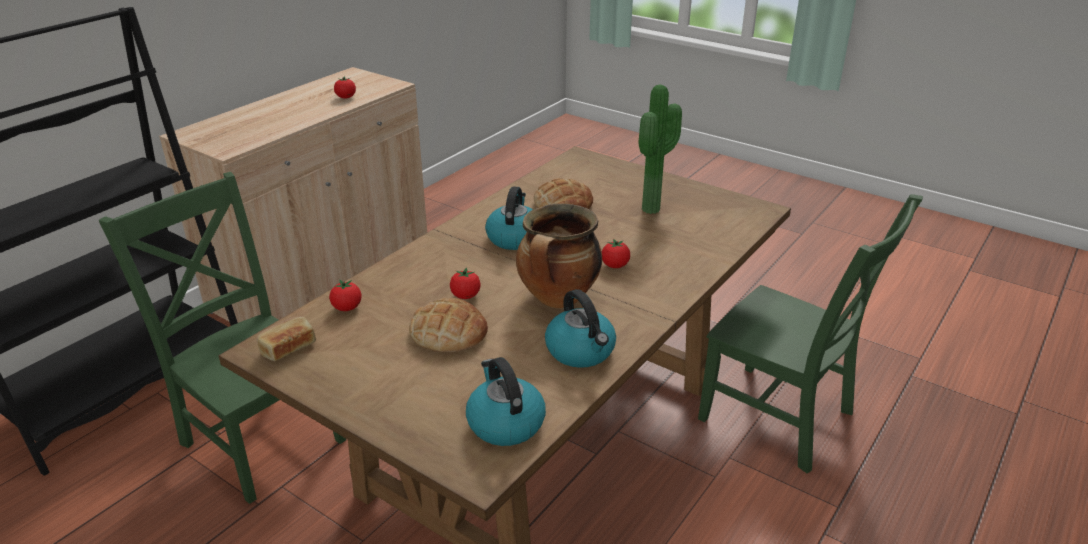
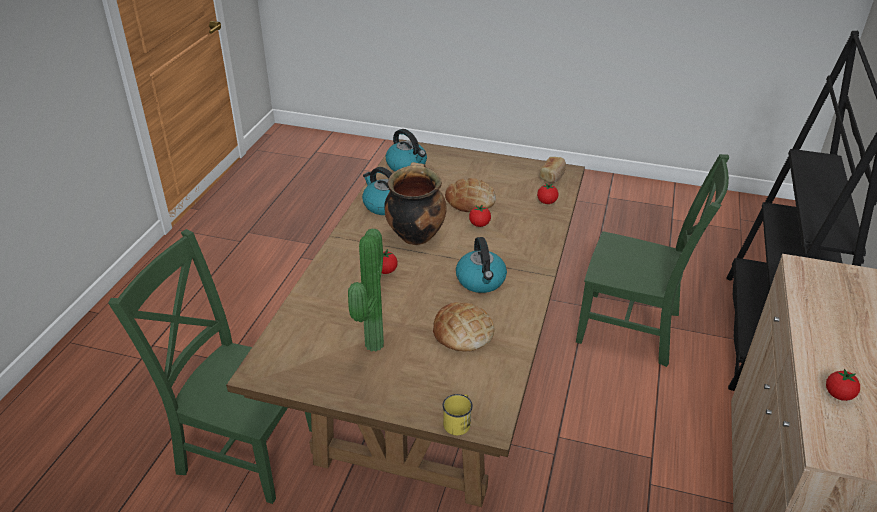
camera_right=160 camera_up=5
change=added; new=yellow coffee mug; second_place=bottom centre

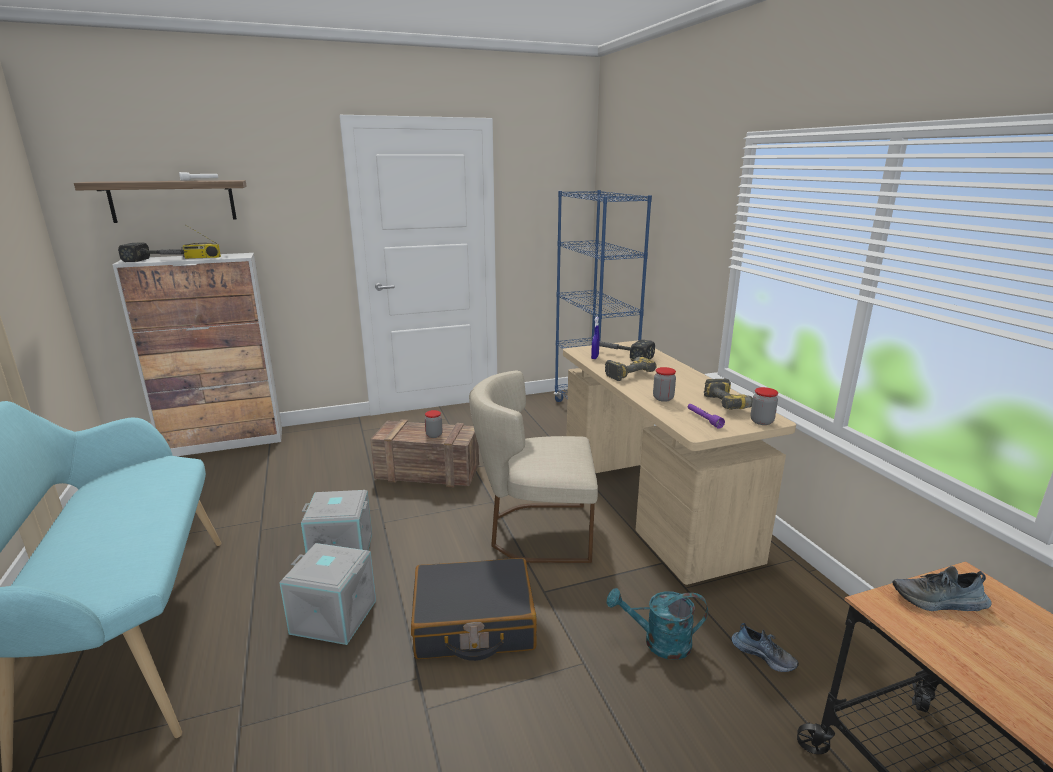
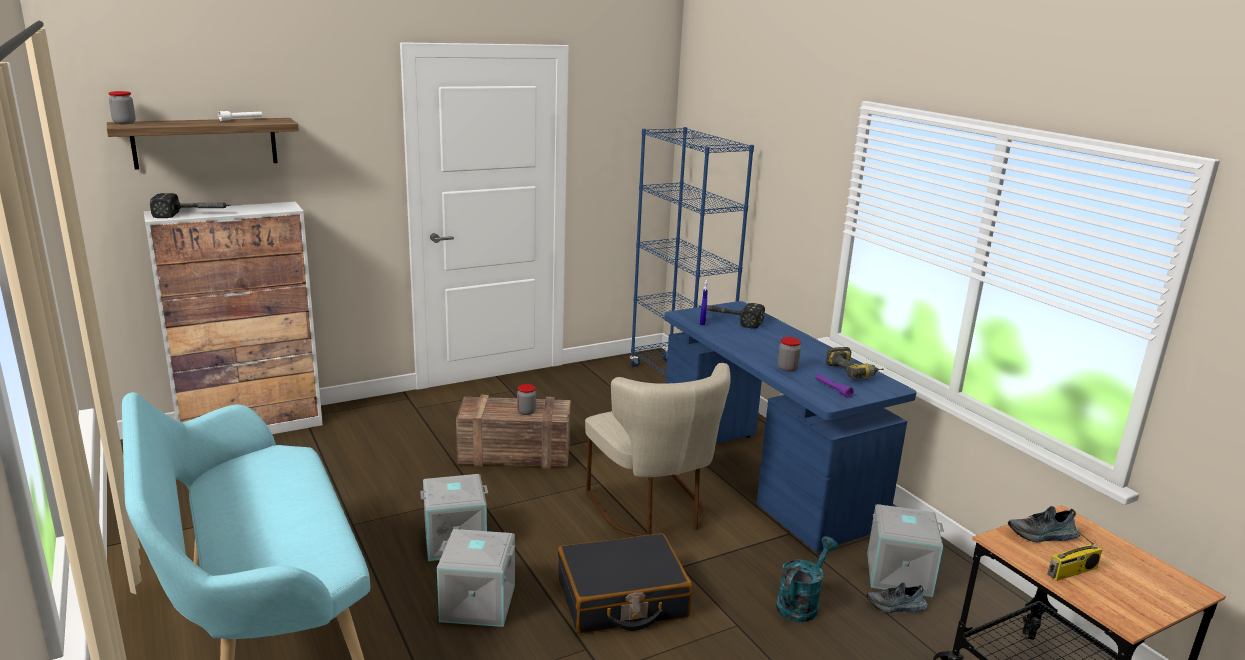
camera_right=-10 camera_up=0
change=moved; old=preserve jar (3rd from left in the first image); new=preserve jar (1st from left); first_place=middle right; second_place=top left
change=turned; old=beige-coloured plain chair; first_place=centre; second_place=bottom centre; degrees=-105
change=recoloured; old=beige-coloured desk unit; new=bluish desk unit; first_place=centre; second_place=centre
change=turned; old=turquoise watering pot; first_place=bottom centre; second_place=bottom centre; degrees=135
change=added; new=grey storage bin (3rd from left); second_place=bottom right
change=turned; old=item of footwear (1st from left); first_place=bottom right; second_place=bottom right; degrees=150
change=moved; old=radio receiver; first_place=top left; second_place=bottom right
change=removed; old=drill (1st from left); first_place=centre

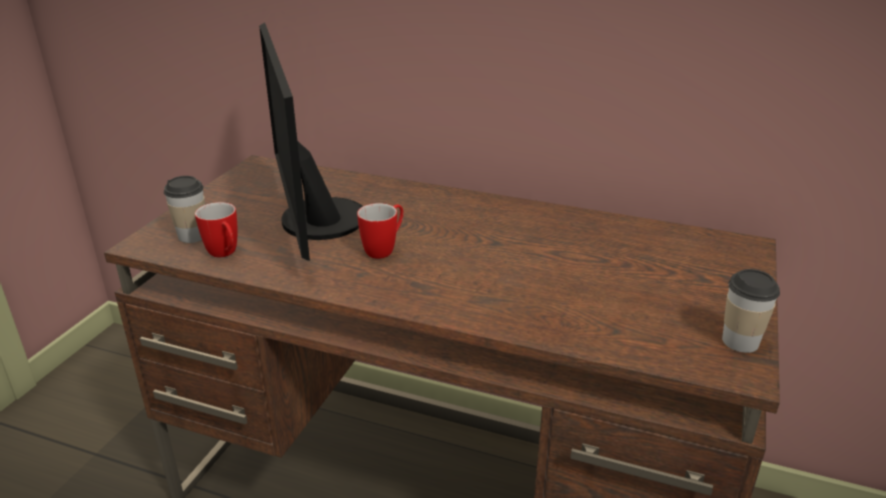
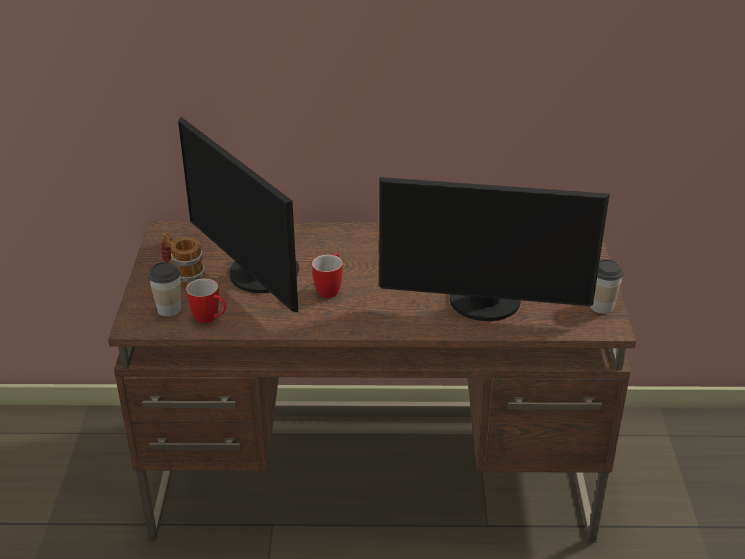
camera_right=-20 camera_up=5
change=added; new=coffee mug (1st from left); second_place=middle left
change=added; new=monitor (2nd from left); second_place=centre

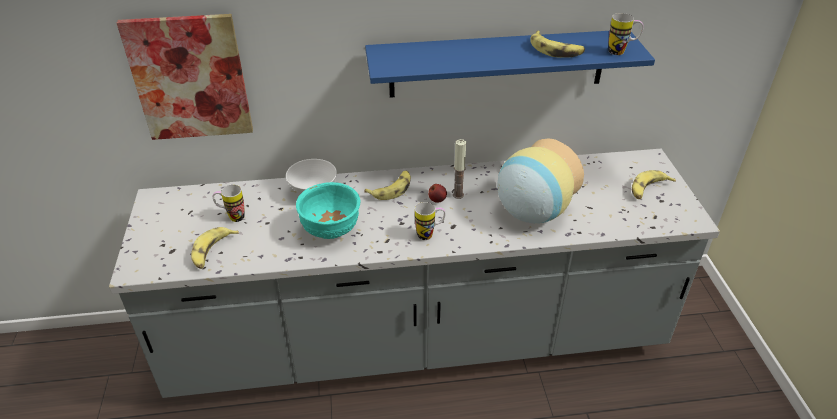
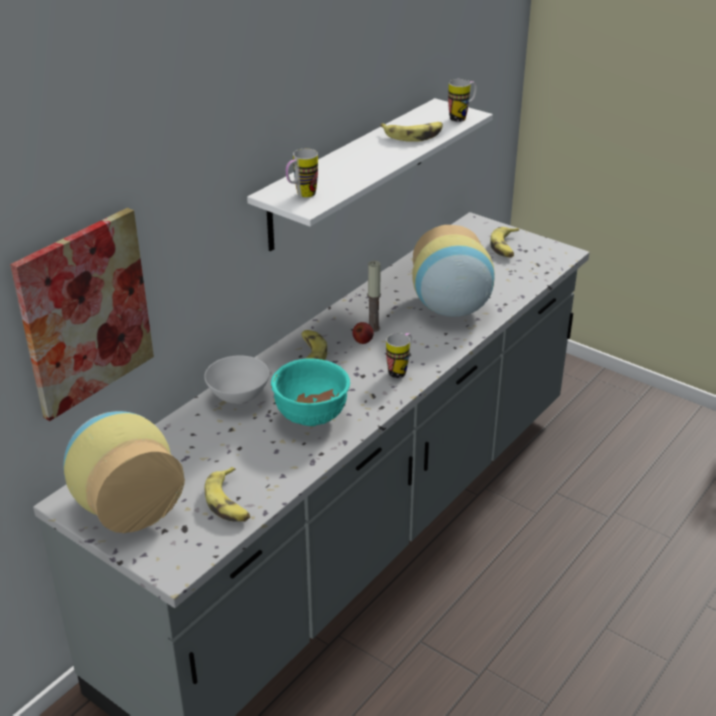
camera_right=-45 camera_up=-5
change=added; new=flower vase (1st from left); second_place=middle left
change=recoloured; old=bluish shelf; new=white-coloured shelf; first_place=top centre; second_place=top centre
change=moved; old=coffee mug (1st from left); first_place=middle left; second_place=top centre

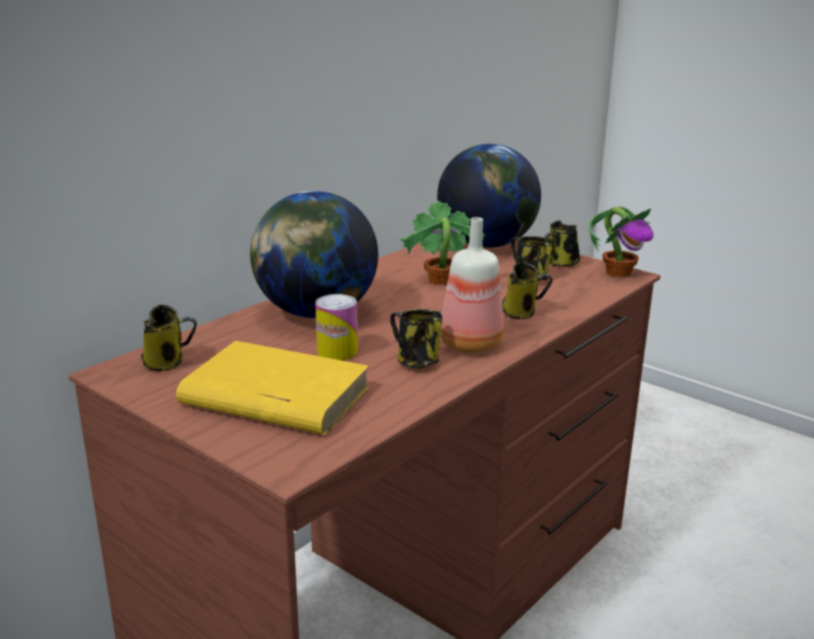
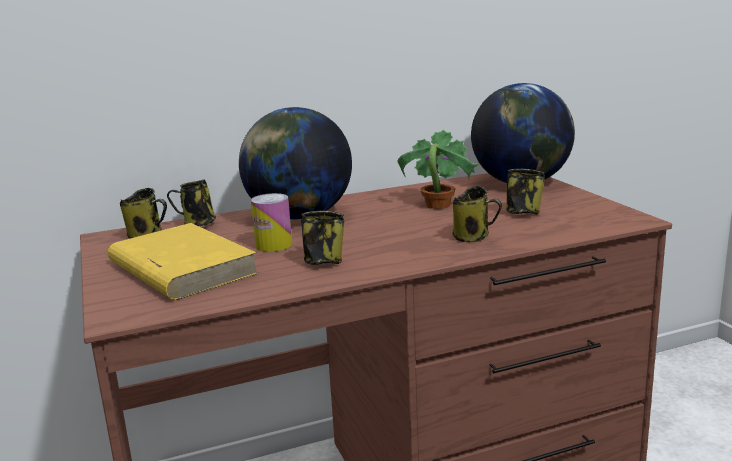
camera_right=30 camera_up=-5
change=moved; old=coffee mug (5th from left in the first image); new=coffee mug (2nd from left); first_place=middle right; second_place=middle left
change=removed; old=drink bottle; first_place=centre
change=removed; old=potted plant (2nd from left); first_place=middle right

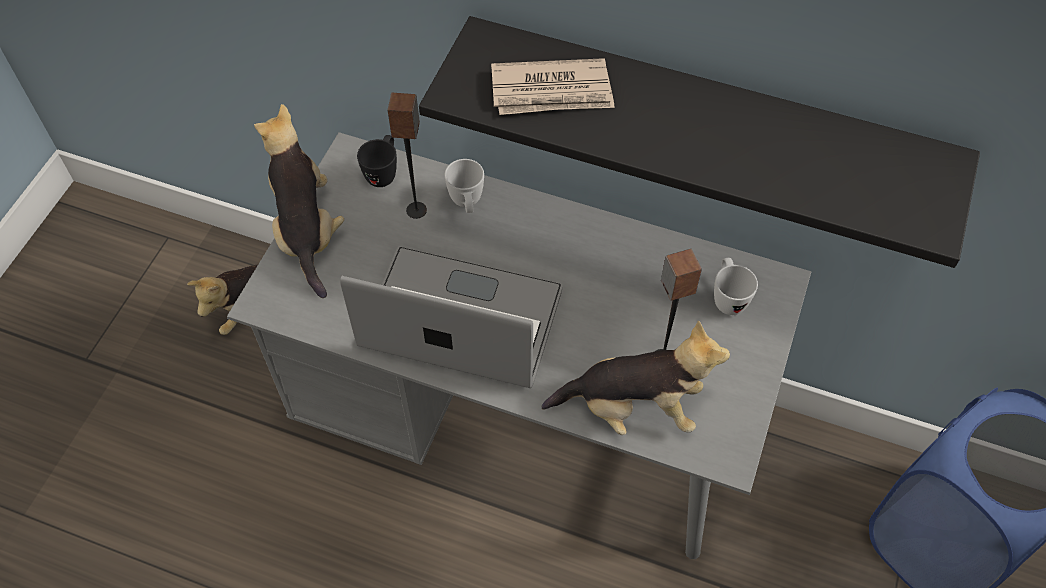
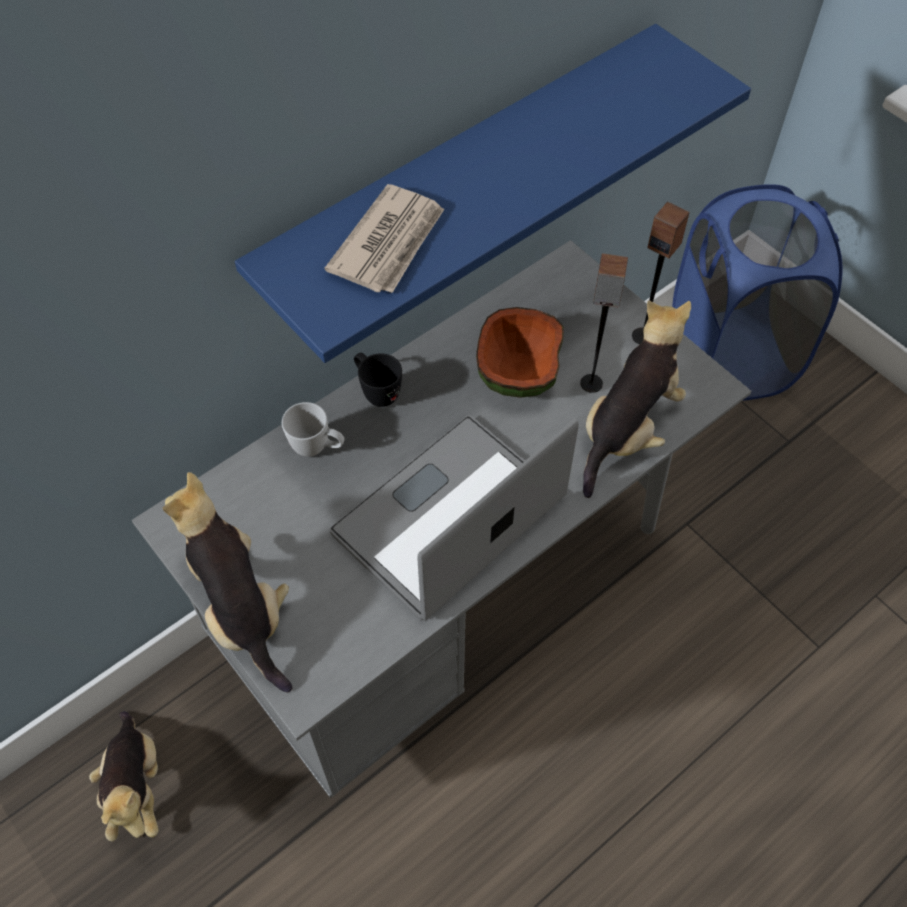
camera_right=-60 camera_up=0
change=turned; old=cuddly toy (2nd from left); first_place=middle left; second_place=middle left; degrees=45
change=recoloured; old=blackish shelf; new=bluish shelf; first_place=top right; second_place=top centre
change=moved; old=blackish coffee mug; first_place=top centre; second_place=centre
change=added; new=serving bowl; second_place=centre
change=moved; old=speaker (1st from left in the first image); new=speaker (2nd from left); first_place=top centre; second_place=top right
change=removed; old=white-coloured coffee mug (2nd from left); first_place=middle right

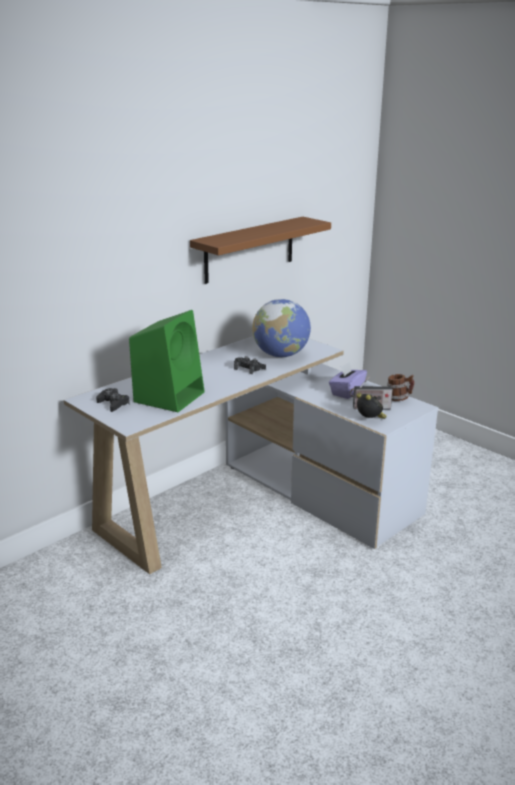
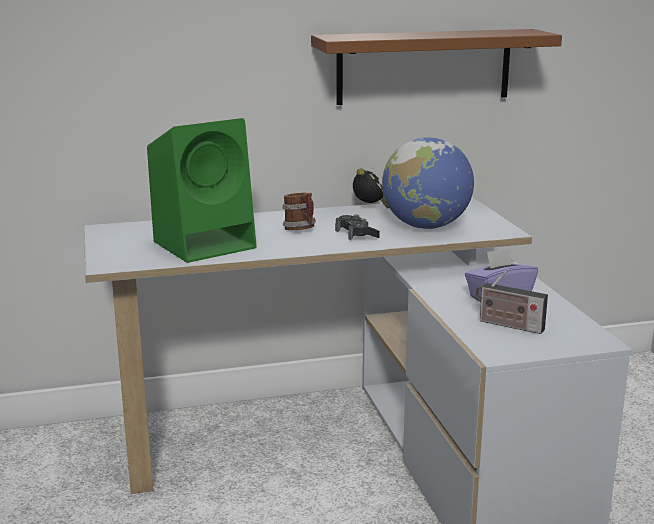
camera_right=30 camera_up=-5
change=moved; old=coffee mug; first_place=middle right; second_place=centre
change=moved; old=alarm clock; first_place=middle right; second_place=centre
change=removed; old=blackish gamepad (1st from left); first_place=middle left

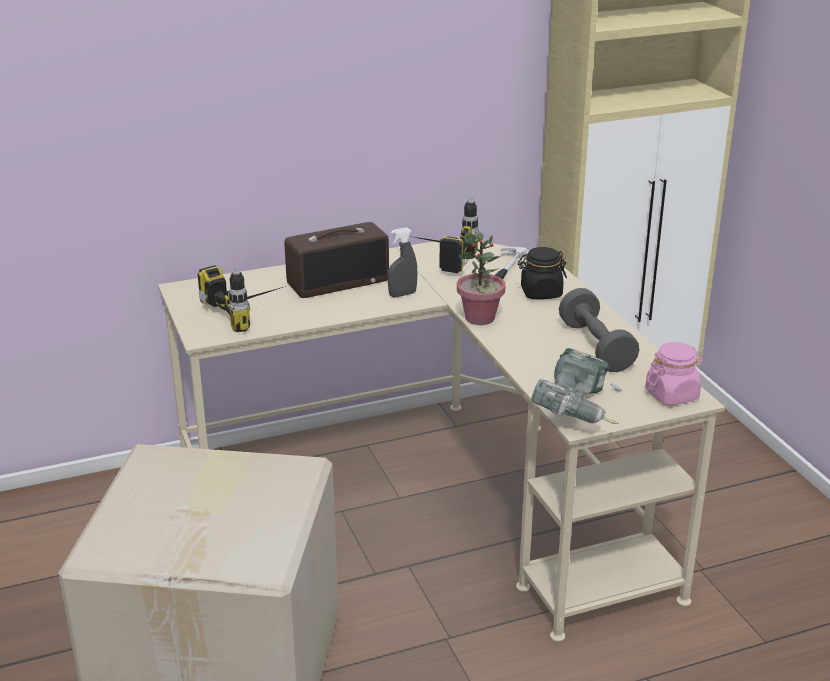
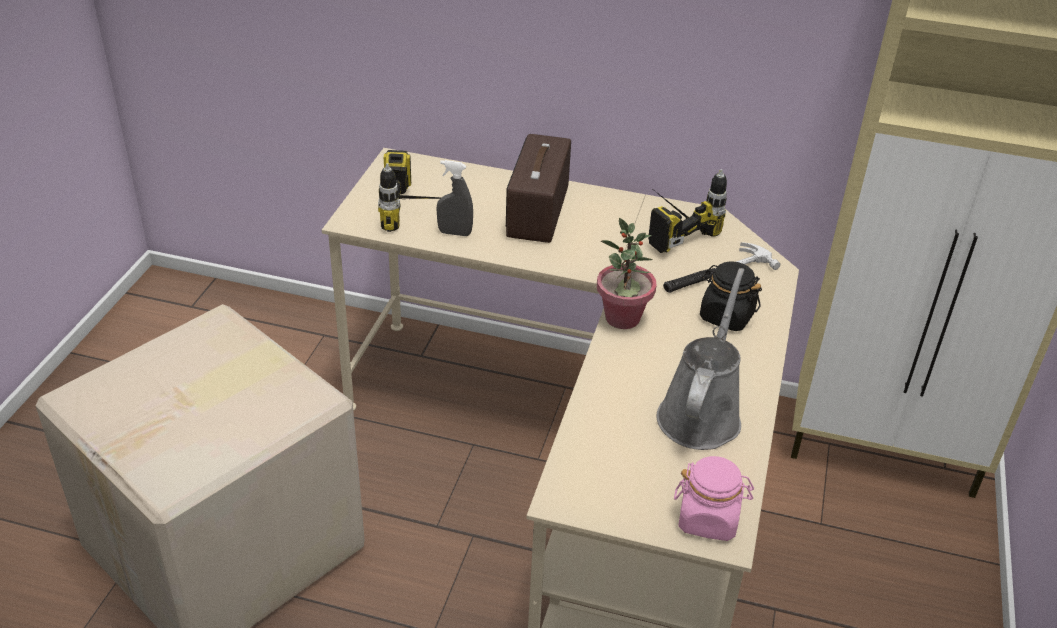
camera_right=35 camera_up=10
change=moved; old=grey sprayer; first_place=centre; second_place=top centre
change=turned; old=radio receiver; first_place=centre; second_place=top centre; degrees=90
change=replaced; old=grey free weight; new=grey watering pot; first_place=middle right; second_place=centre
change=removed; old=drill (3rd from left); first_place=middle right

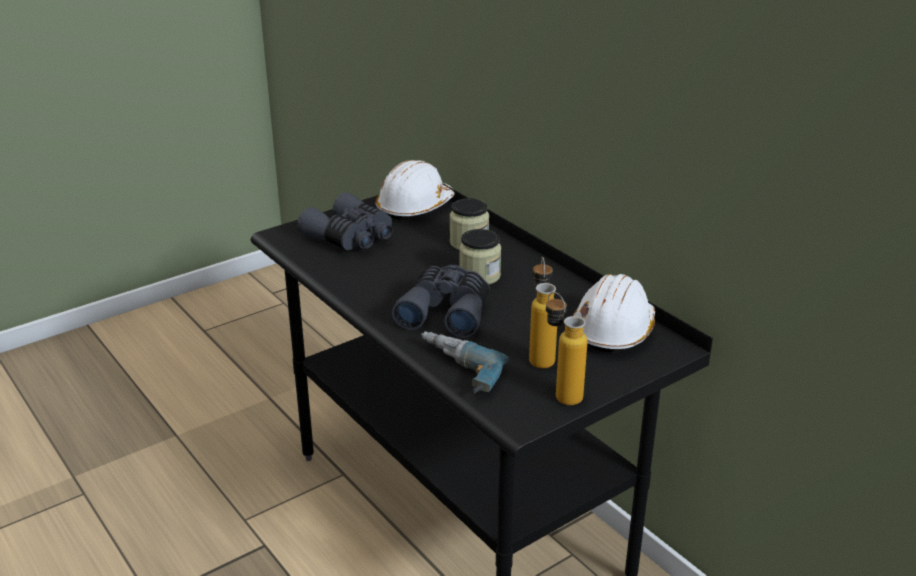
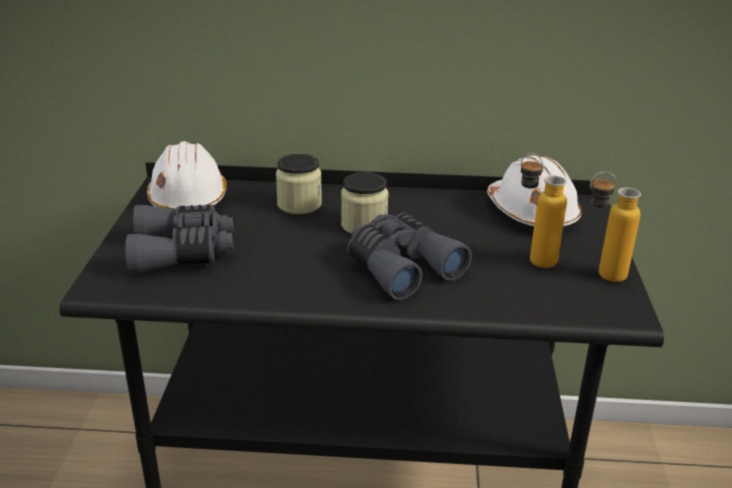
camera_right=-50 camera_up=0
change=removed; old=drill; first_place=centre

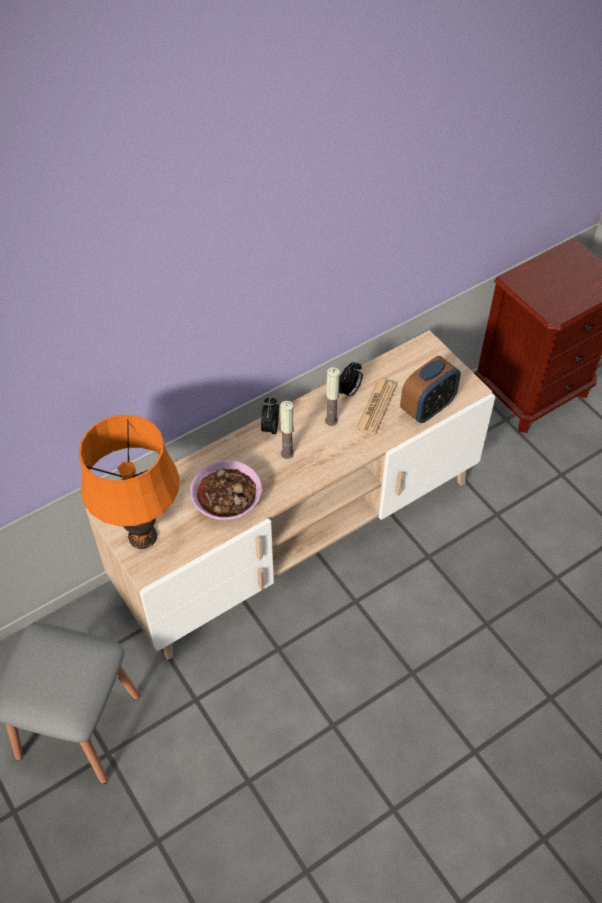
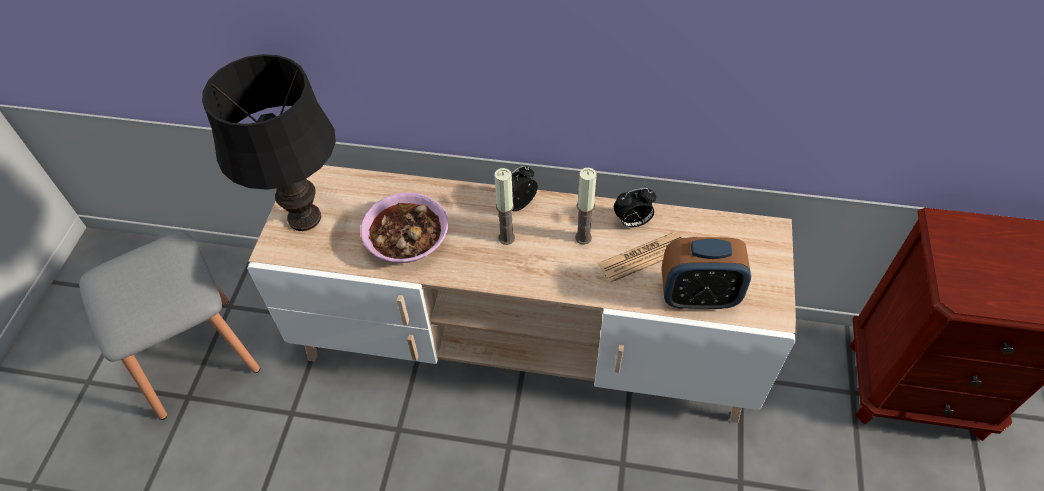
camera_right=45 camera_up=0
change=recoloured; old=orangey table lamp; new=blackish table lamp; first_place=middle left; second_place=top left

